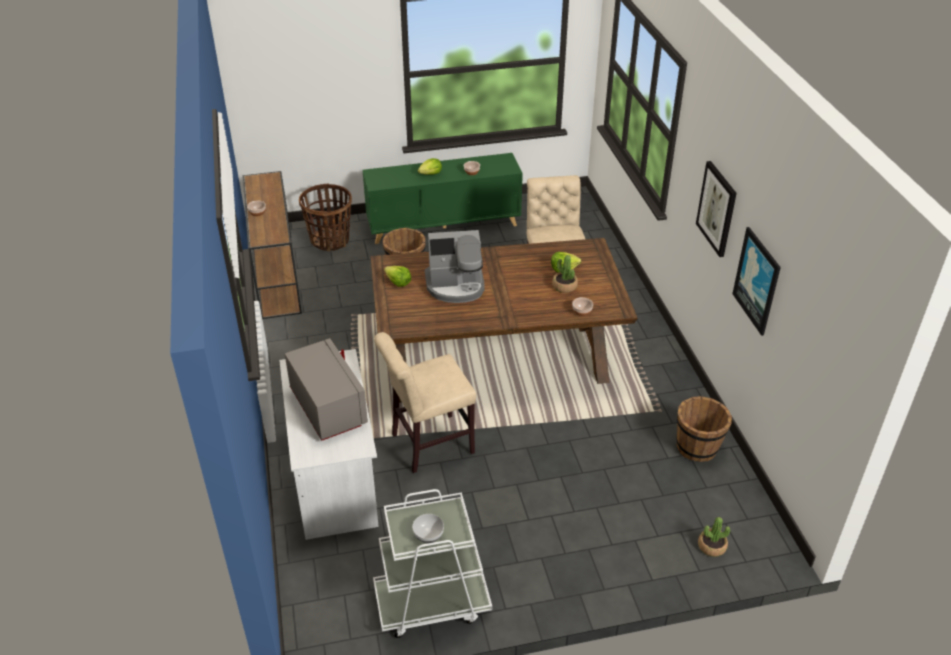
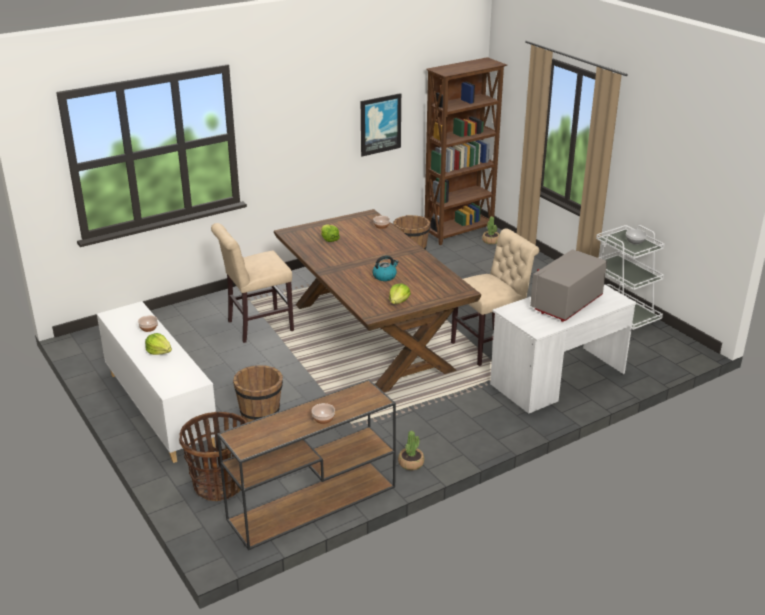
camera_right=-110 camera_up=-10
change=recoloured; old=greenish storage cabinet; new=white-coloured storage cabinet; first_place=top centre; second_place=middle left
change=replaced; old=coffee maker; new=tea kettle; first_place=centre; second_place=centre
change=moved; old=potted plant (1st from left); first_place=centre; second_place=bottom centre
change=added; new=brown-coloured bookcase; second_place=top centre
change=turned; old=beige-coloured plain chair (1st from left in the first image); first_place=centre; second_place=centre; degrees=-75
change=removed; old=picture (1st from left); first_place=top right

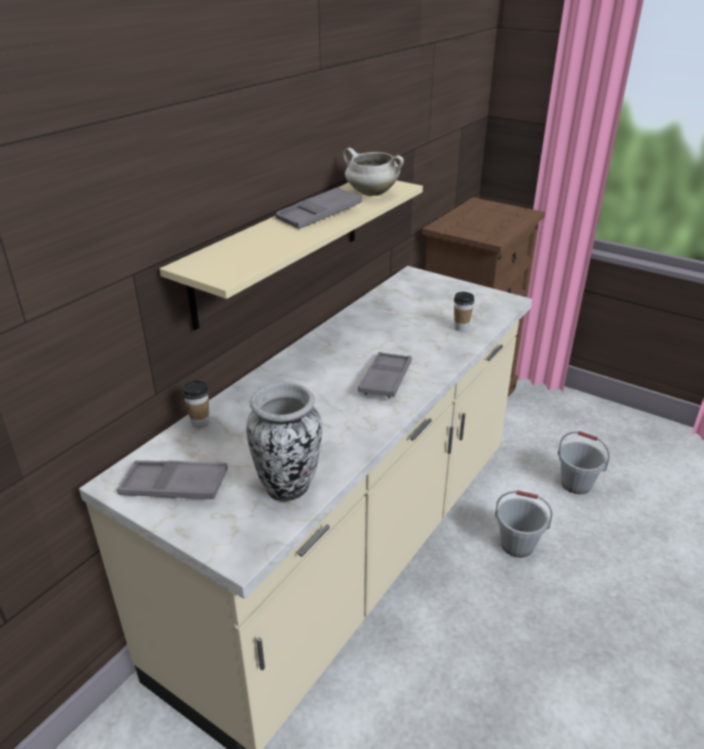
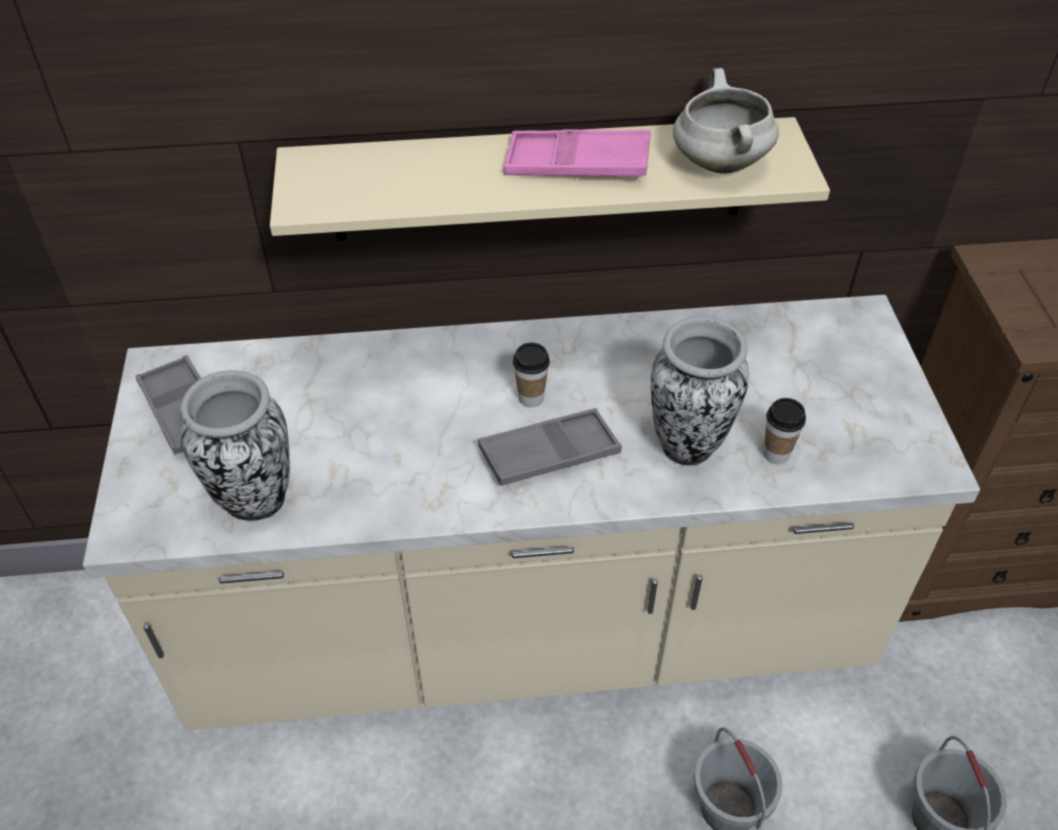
camera_right=50 camera_up=15
change=recoloured; old=grey serving tray (2nd from left); new=pink serving tray; first_place=top centre; second_place=top centre
change=moved; old=drinking cup (1st from left); first_place=middle left; second_place=centre
change=added; new=flower vase (2nd from left); second_place=centre

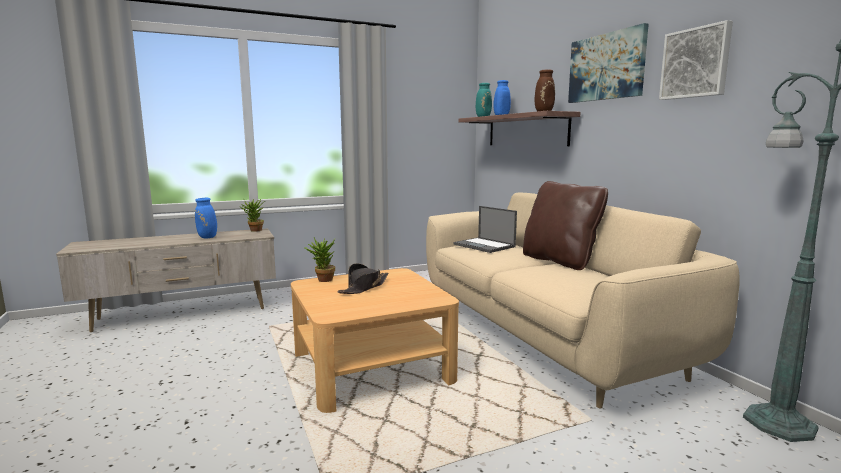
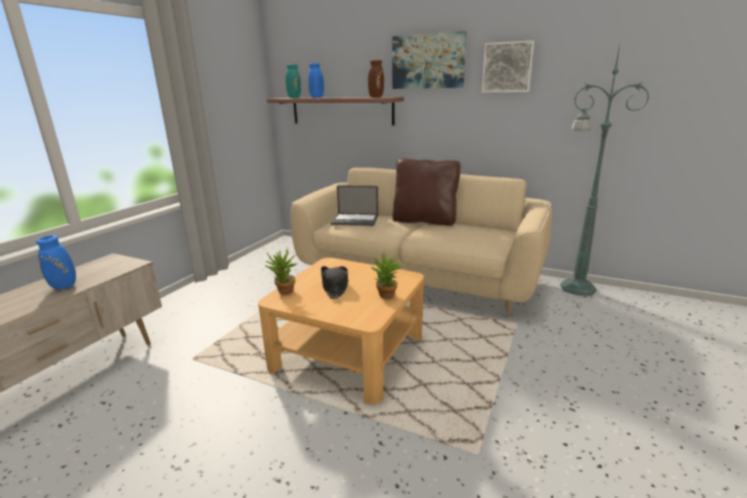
camera_right=-40 camera_up=10
change=moved; old=potted plant (1st from left in the first image); new=potted plant (2nd from left); first_place=middle left; second_place=centre

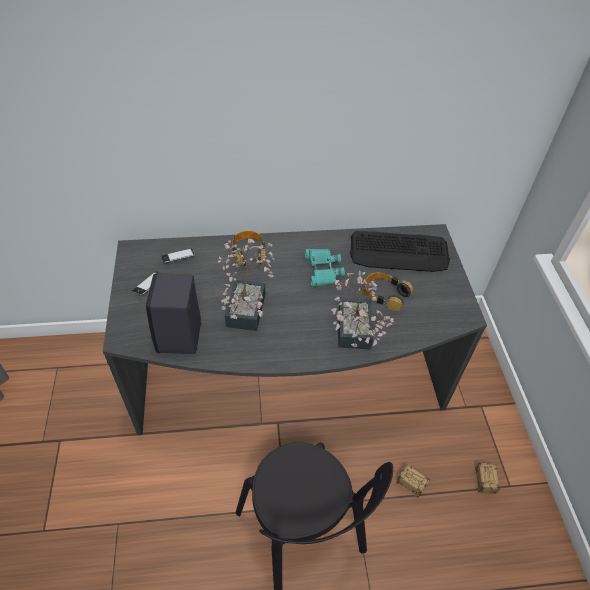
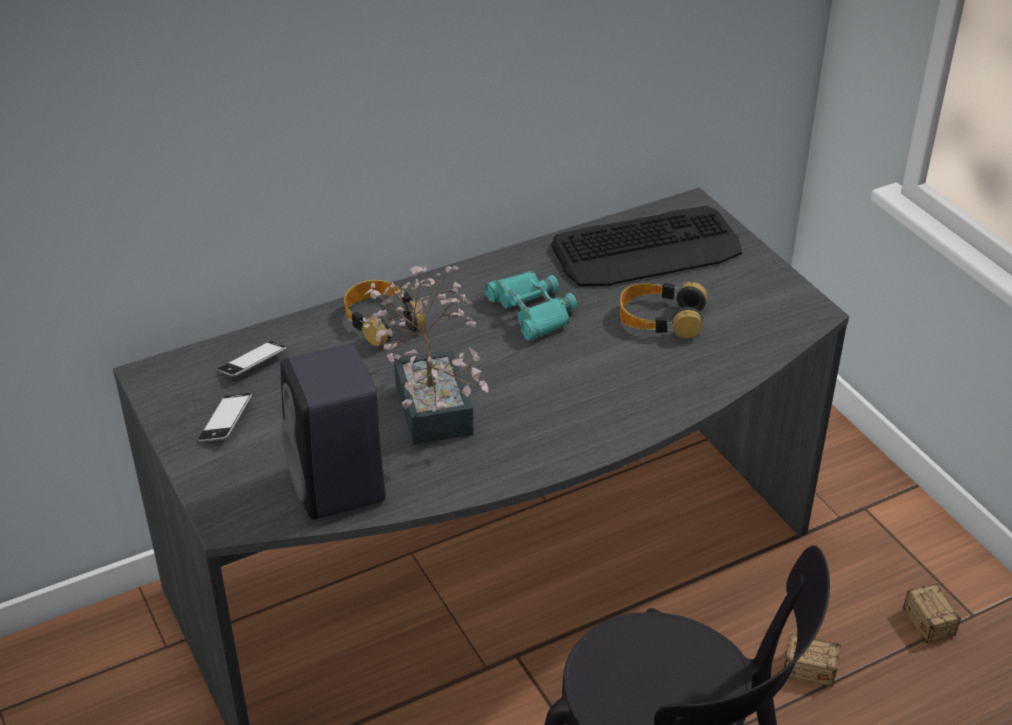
camera_right=-20 camera_up=-10
change=removed; old=potted plant (2nd from left); first_place=centre

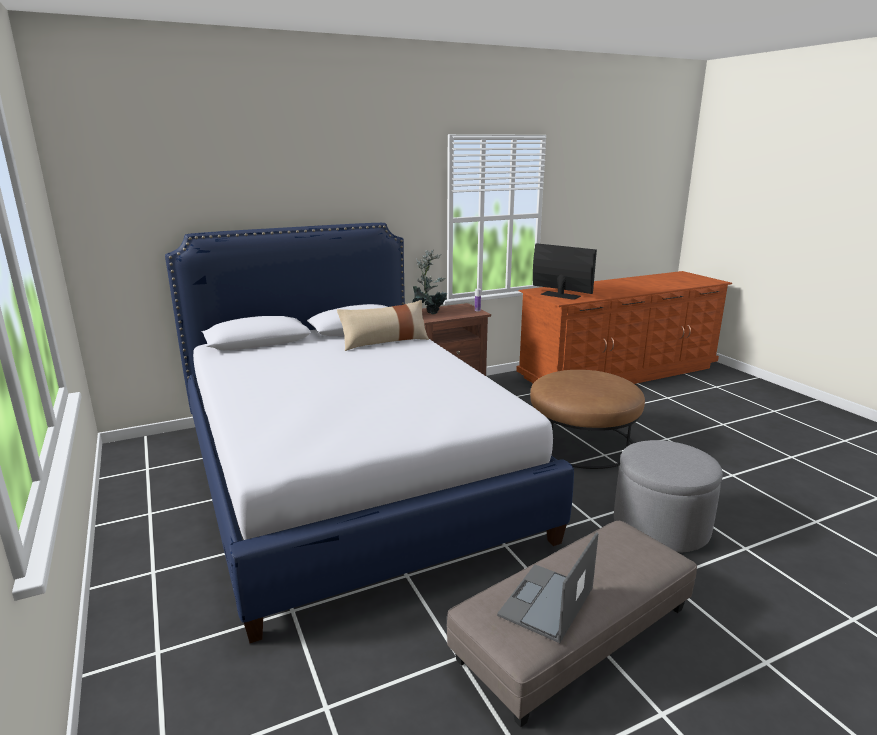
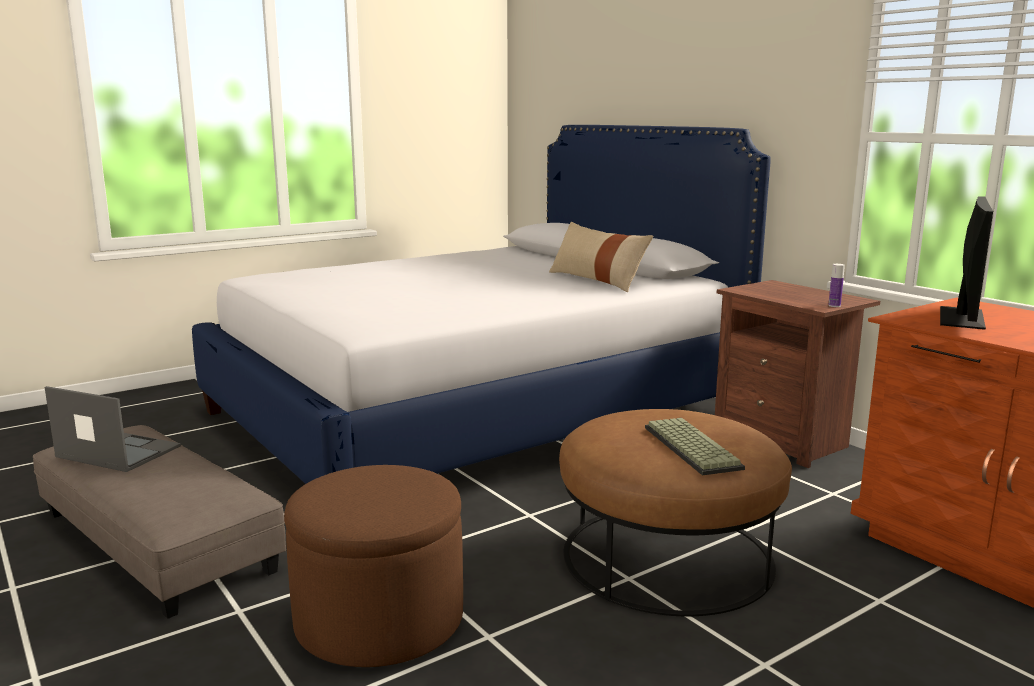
camera_right=80 camera_up=-5
change=recoloured; old=grey pouffe (2nd from left); new=brown-coloured pouffe (1st from left); first_place=bottom right; second_place=bottom centre
change=added; new=computer keyboard; second_place=middle right
change=removed; old=potted plant; first_place=centre

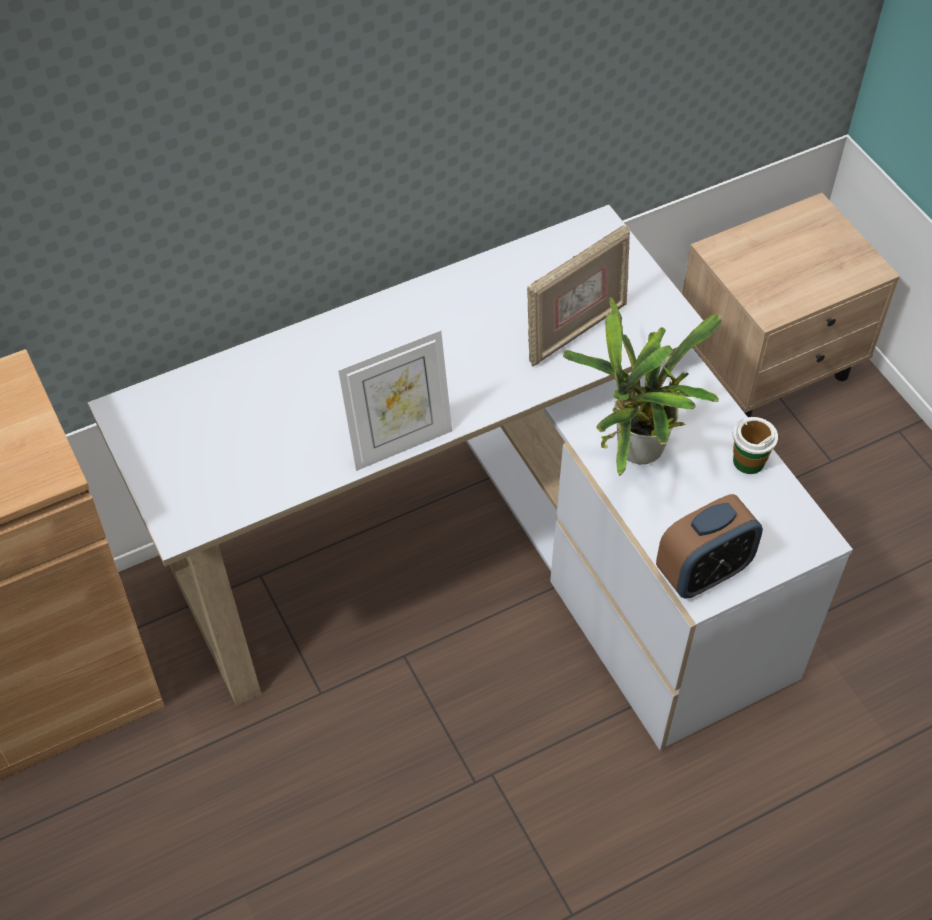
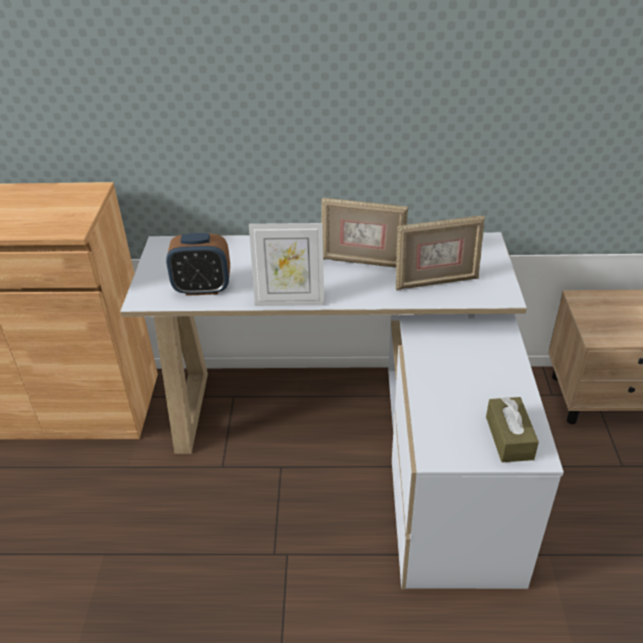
camera_right=30 camera_up=-15
change=moved; old=alarm clock; first_place=middle right; second_place=middle left
change=added; new=standing frame (2nd from left); second_place=centre
change=added; new=brown-coloured box of tissues; second_place=bottom right
change=removed; old=potted plant; first_place=middle right
change=removed; old=drinking cup; first_place=middle right

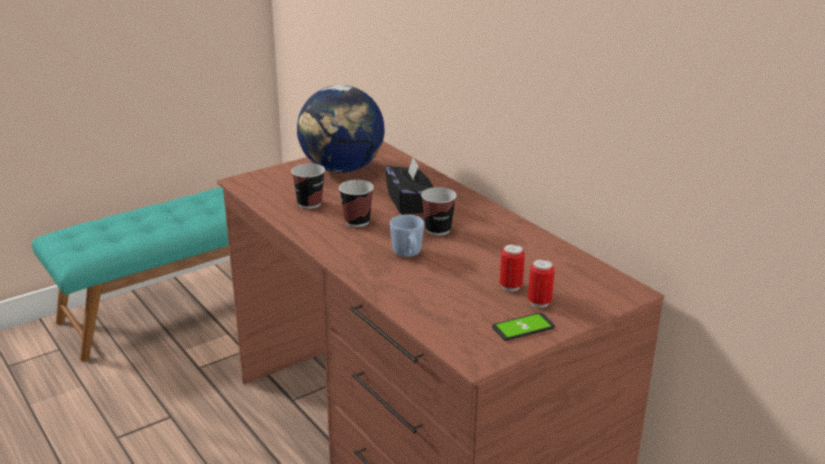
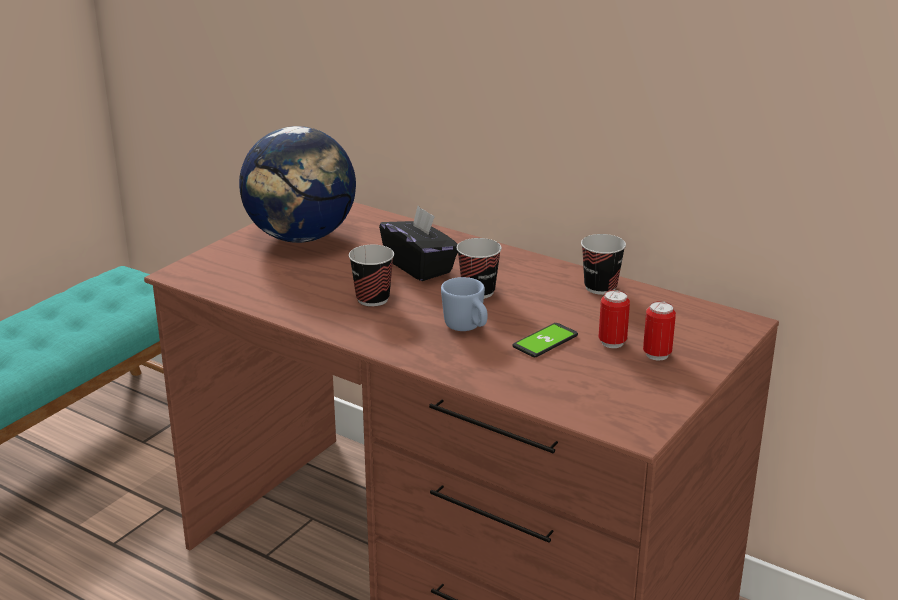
camera_right=-20 camera_up=0
change=moved; old=phone; first_place=bottom centre; second_place=centre
change=moved; old=drinking cup (1st from left in the first image); new=drinking cup (3rd from left); first_place=centre; second_place=middle right

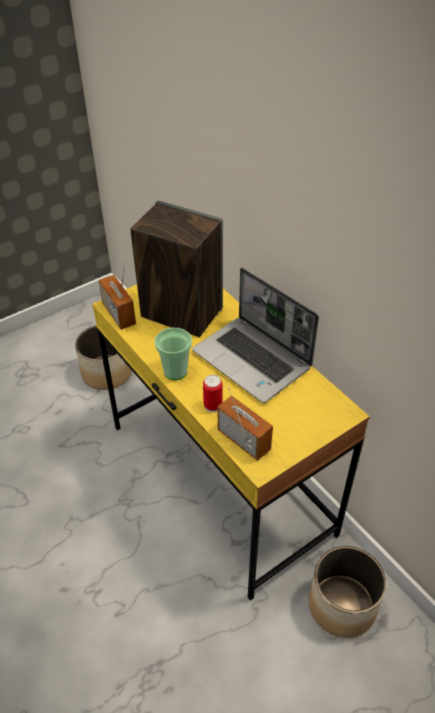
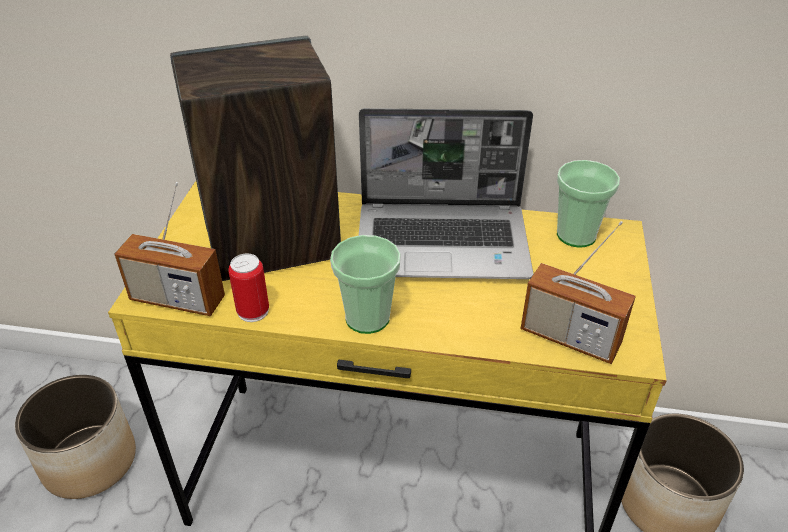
camera_right=-45 camera_up=-5
change=moved; old=sealed can; first_place=centre; second_place=middle left
change=turned; old=radio receiver (2nd from left); first_place=centre; second_place=middle right; degrees=-150
change=added; new=drinking cup (2nd from left); second_place=middle right

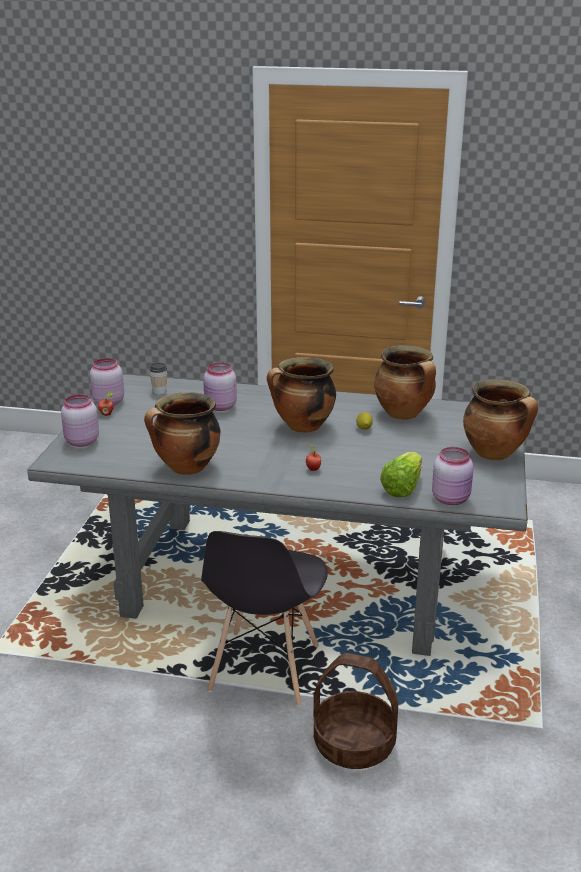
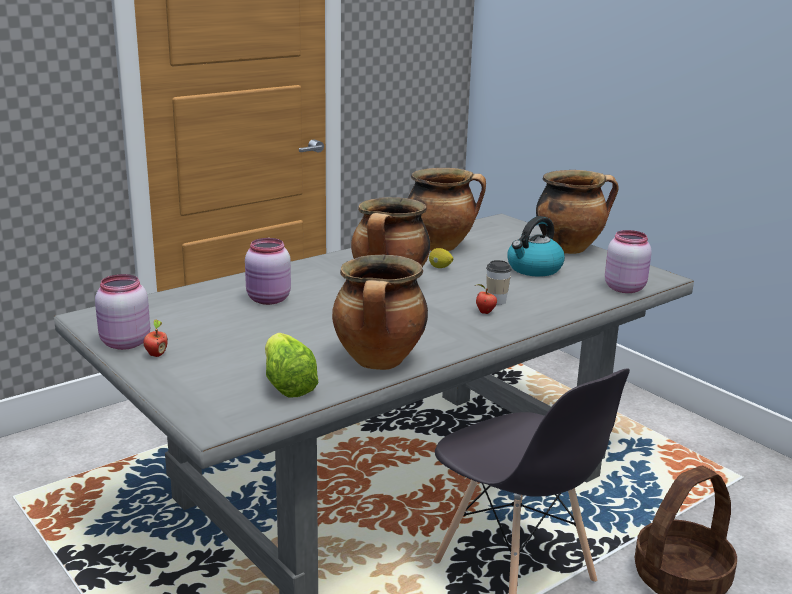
camera_right=-50 camera_up=-5
change=moved; old=lettuce; first_place=middle right; second_place=centre
change=moved; old=drinking cup; first_place=middle left; second_place=centre
change=added; new=tea kettle; second_place=middle right
change=removed; old=pink preserve jar (1st from left); first_place=middle left

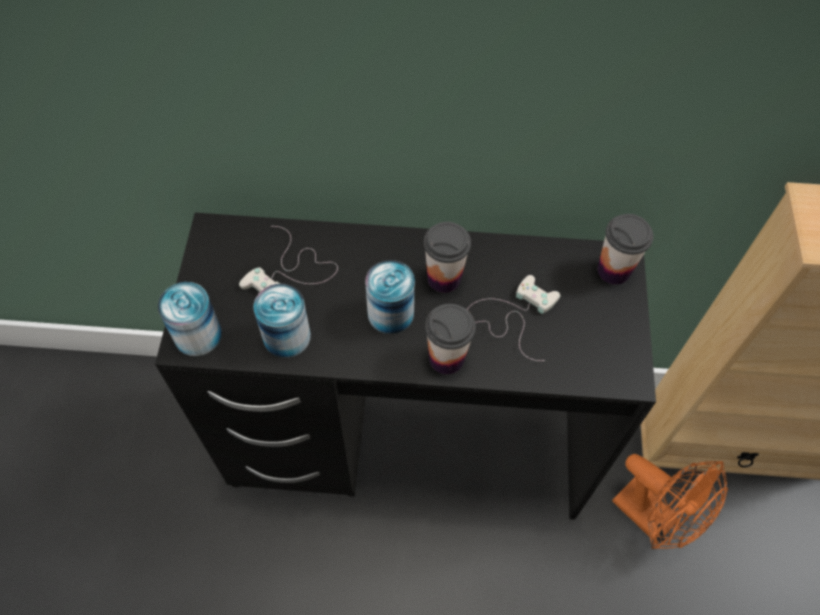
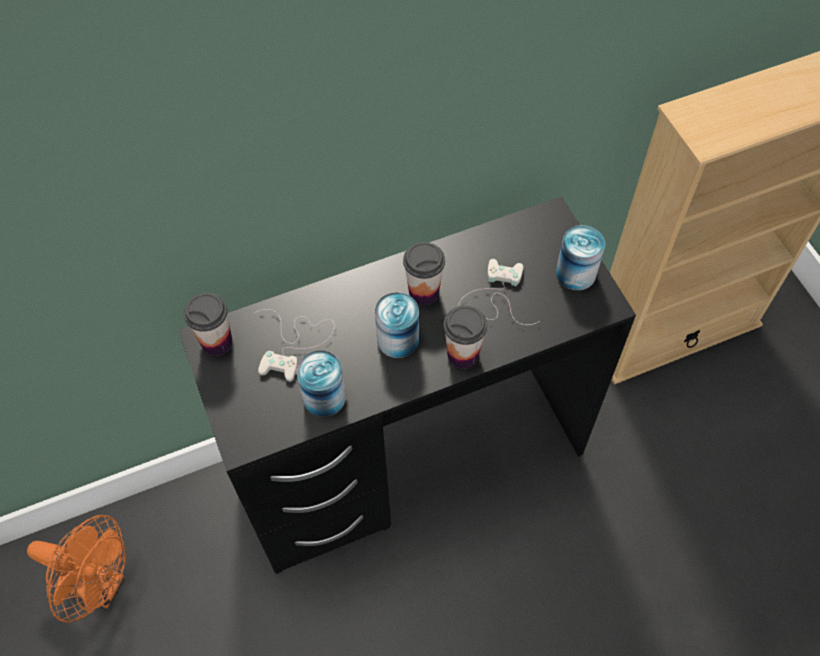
camera_right=-25 camera_up=0
change=moved; old=orangey electric fan; first_place=bottom right; second_place=bottom left
change=moved; old=drinking cup (3rd from left in the first image); new=drinking cup (1st from left); first_place=middle right; second_place=middle left
change=moved; old=sealed can (1st from left in the first image); new=sealed can (3rd from left); first_place=middle left; second_place=middle right

